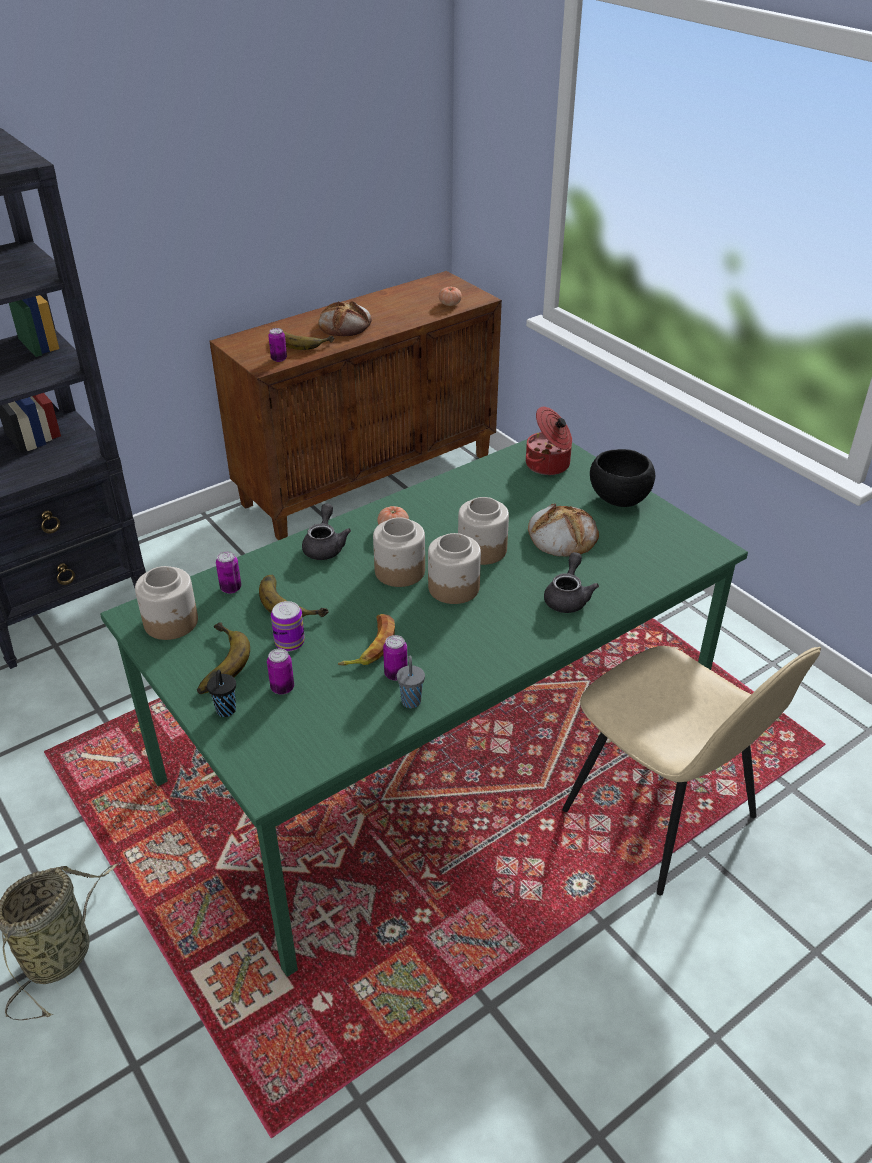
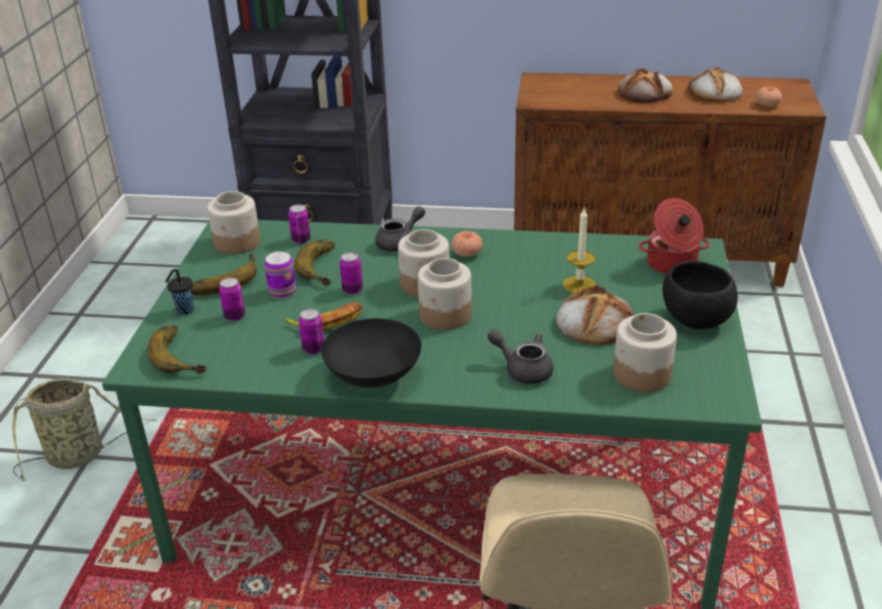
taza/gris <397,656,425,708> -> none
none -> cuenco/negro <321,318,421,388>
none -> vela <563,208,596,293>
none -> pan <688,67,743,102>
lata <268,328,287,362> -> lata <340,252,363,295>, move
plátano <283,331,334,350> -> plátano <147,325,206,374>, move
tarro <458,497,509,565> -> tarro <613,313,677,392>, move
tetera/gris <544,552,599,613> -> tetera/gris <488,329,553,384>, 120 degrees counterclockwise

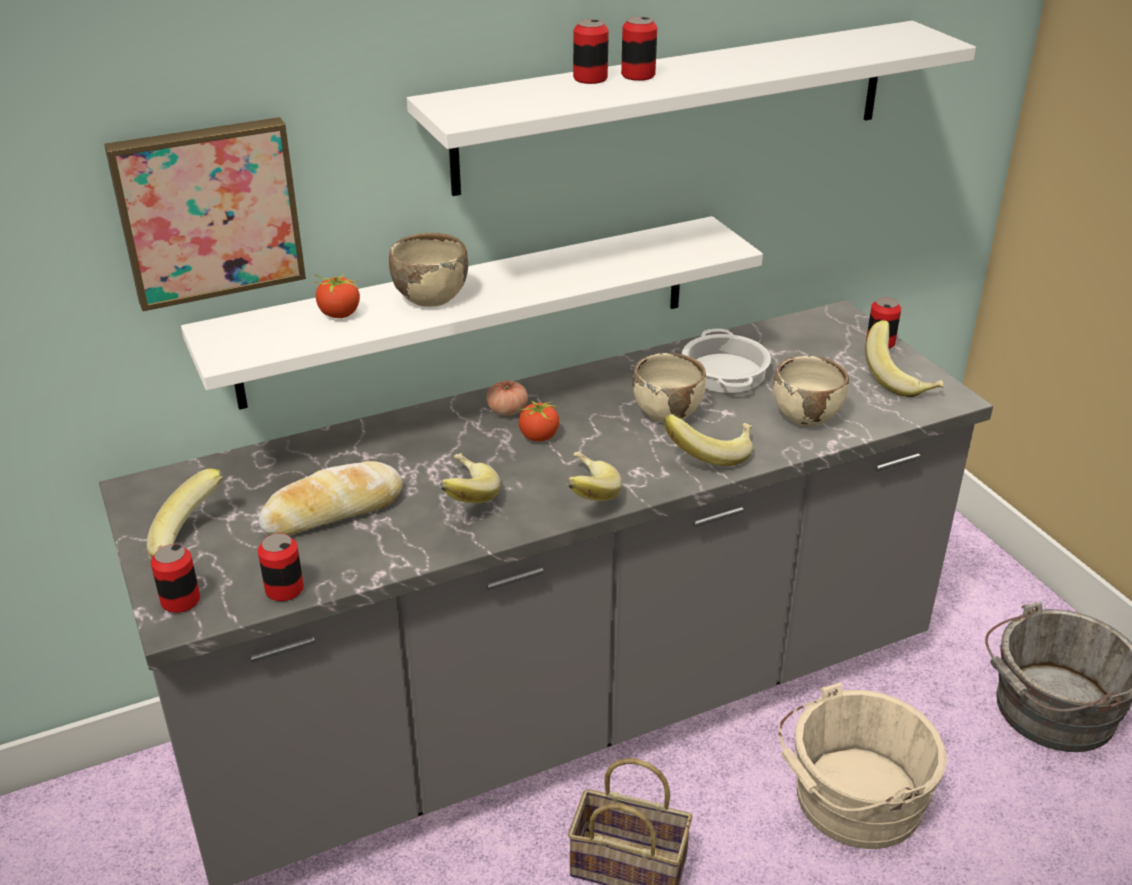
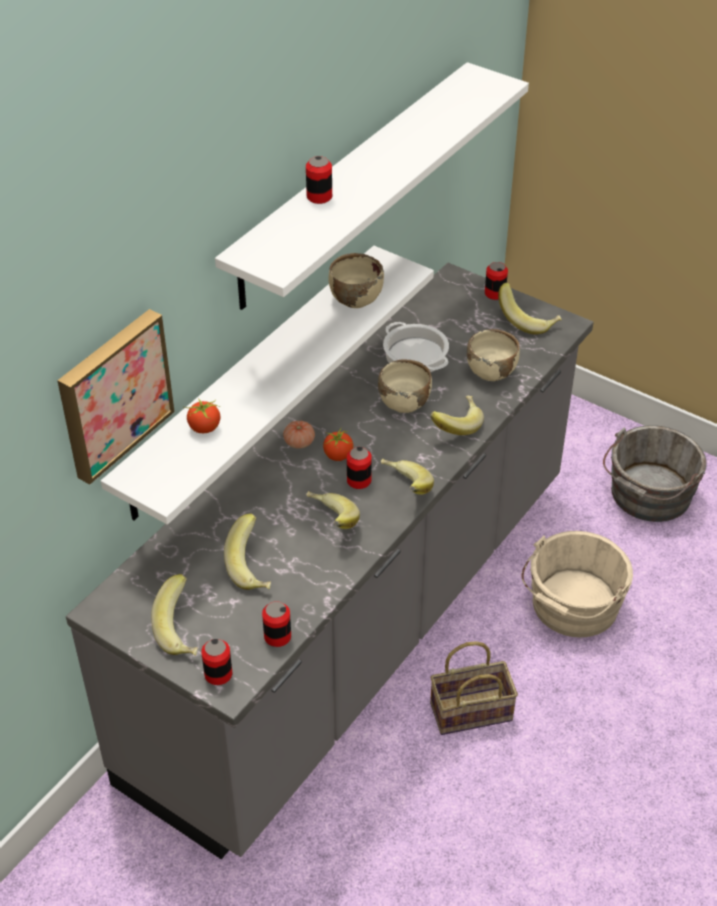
cuenco/beis <389,233,468,307> -> cuenco/beis <328,253,384,308>, move
lata <621,17,657,81> -> lata <347,447,372,489>, move
pan <259,461,403,535> -> plátano <224,513,271,590>

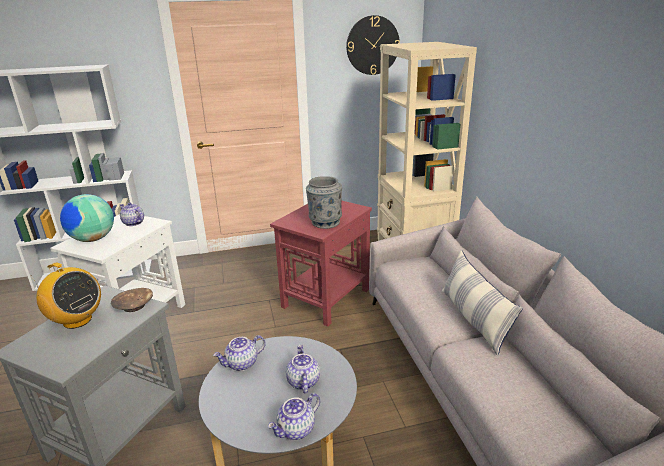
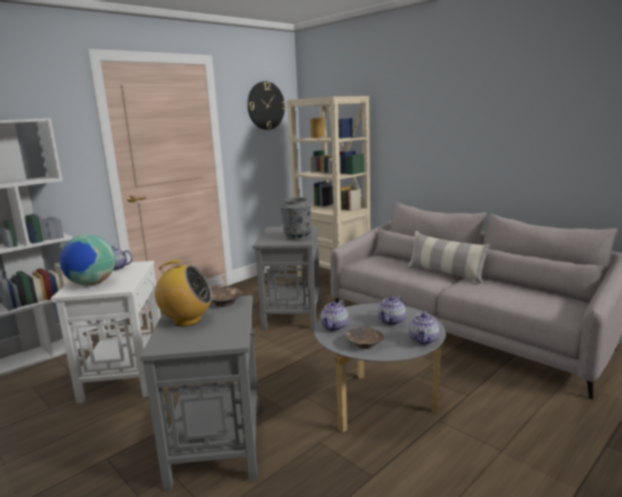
none -> cuenco/marrón <346,327,384,349>
mesa auxiliar/rojo <270,200,372,327> -> mesa auxiliar/gris <252,226,321,330>
tetera <286,345,320,394> -> tetera <378,295,406,325>, 105 degrees counterclockwise

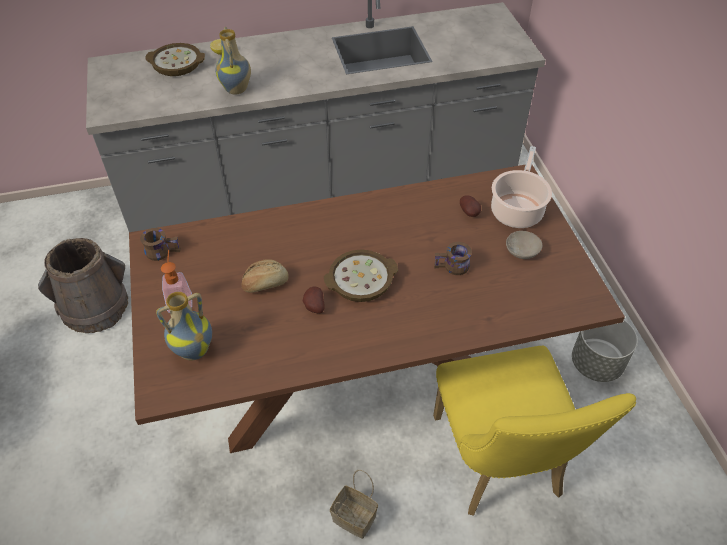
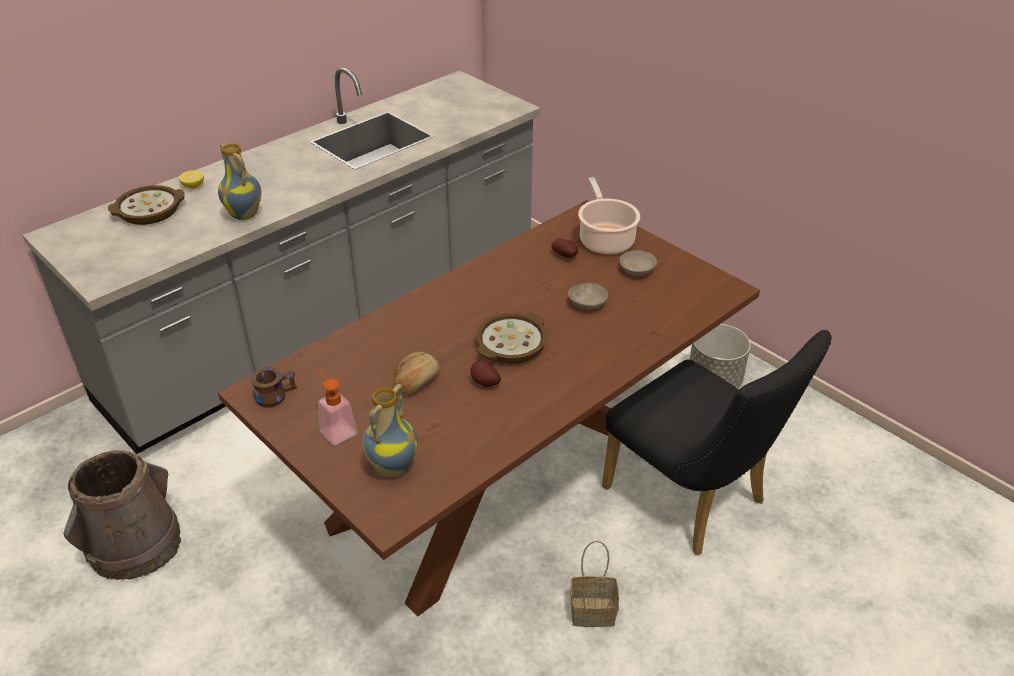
taza grande/marrón <434,242,472,275> -> cuenco/beis <568,283,608,309>
silla/amarillo <433,346,636,516> -> silla/negro <602,330,832,555>

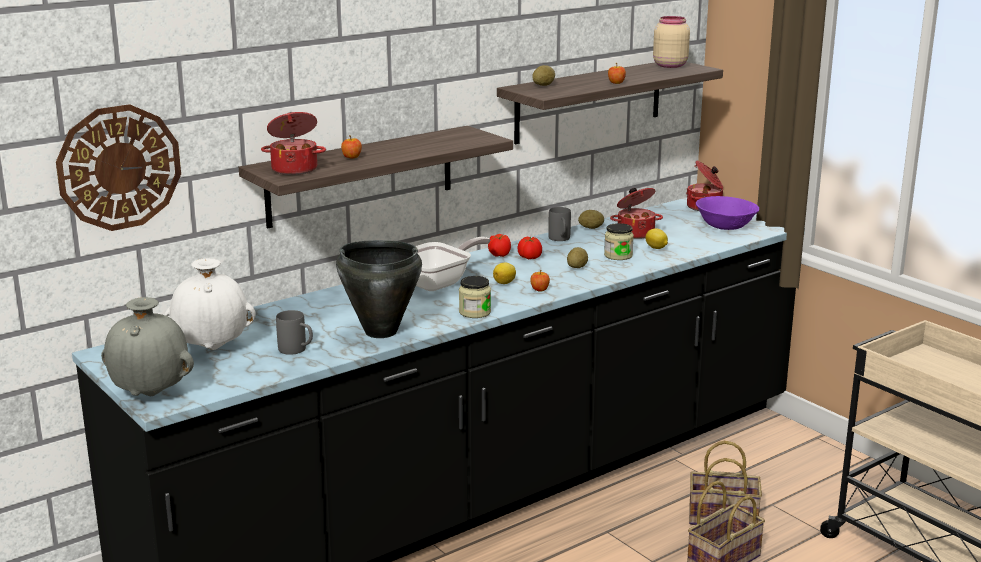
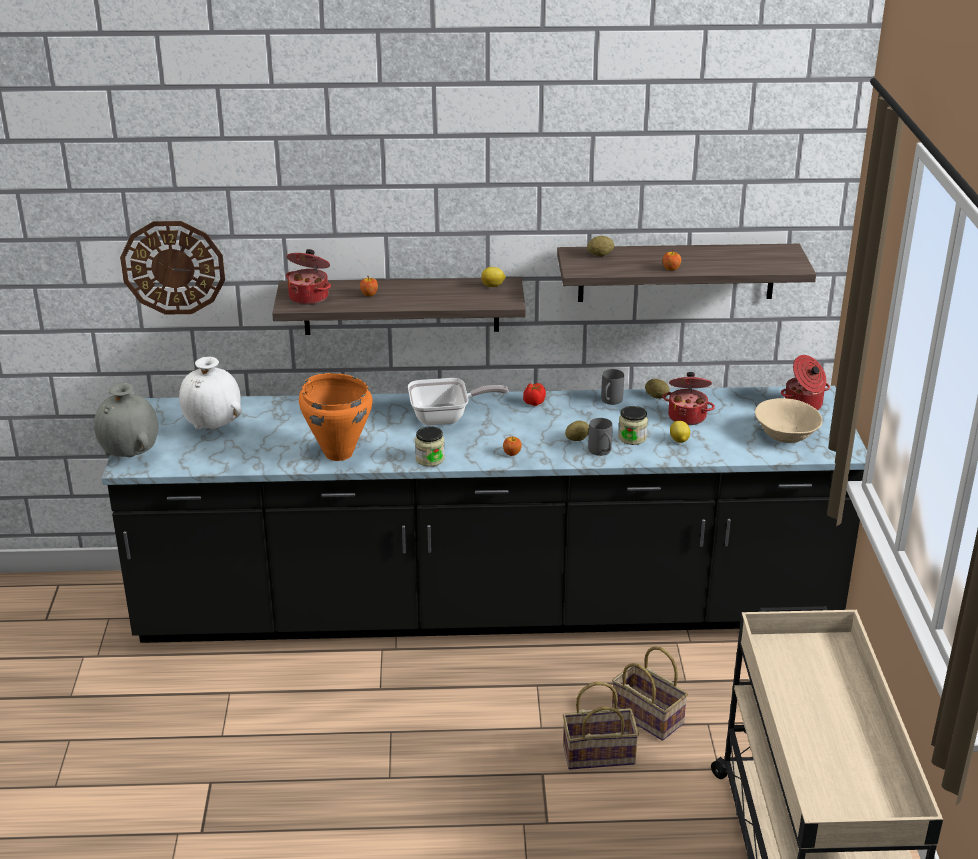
tomate <518,237,542,259> -> none
tarro/beis <653,16,690,68> -> none
taza grande/gris <276,310,313,355> -> taza grande/gris <588,418,613,456>, move
limón <493,263,516,284> -> limón <481,267,506,287>, move
olla/negro <336,240,422,338> -> olla/naranja <299,373,373,461>
cuenco/morado <696,196,759,230> -> cuenco/beis <755,398,822,443>

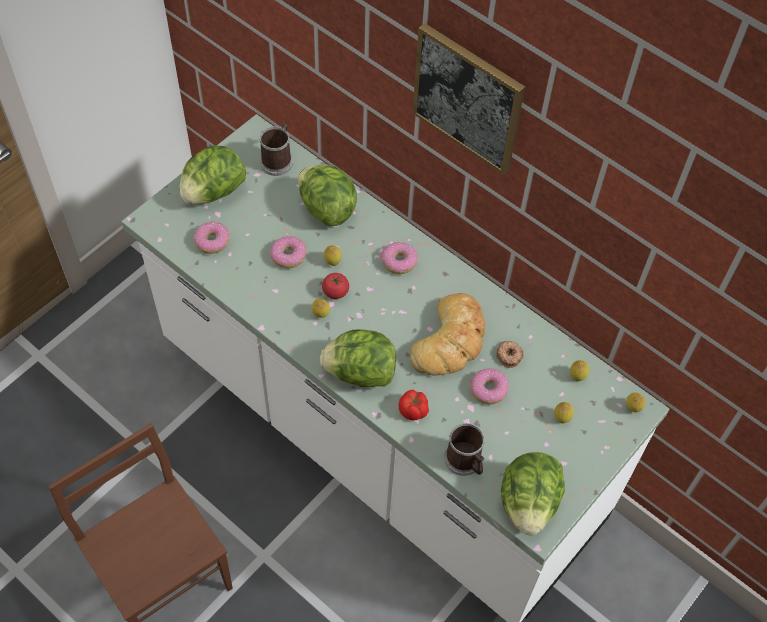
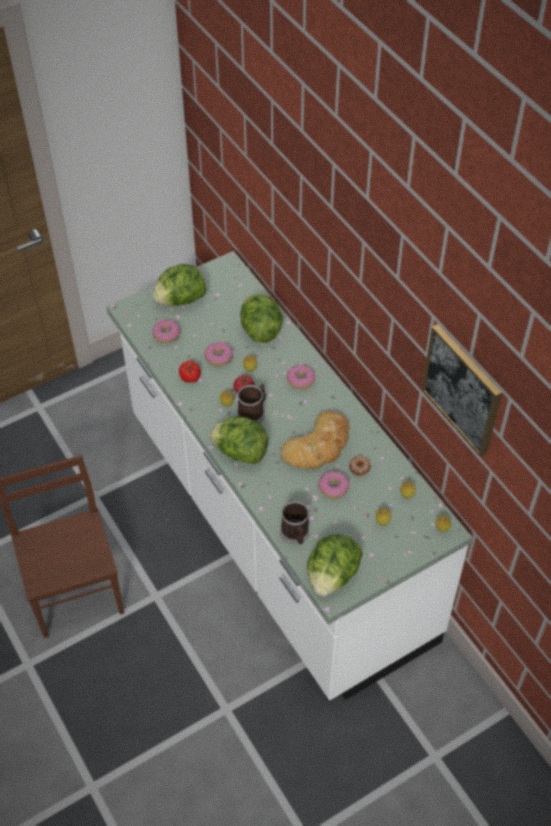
taza grande <260,123,293,176> -> taza grande <237,384,266,423>, move
tomate <398,390,429,420> -> tomate <179,360,201,383>, move
cuadro <412,23,525,175> -> cuadro <422,324,502,457>, move

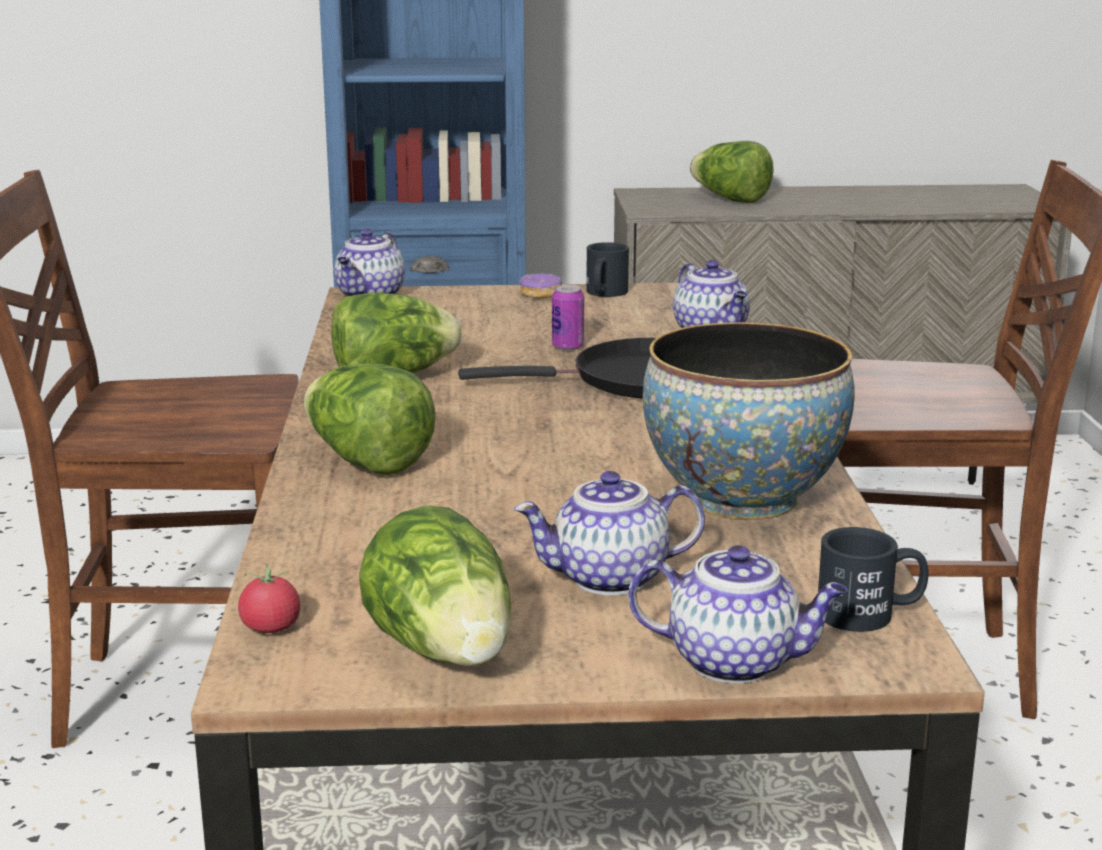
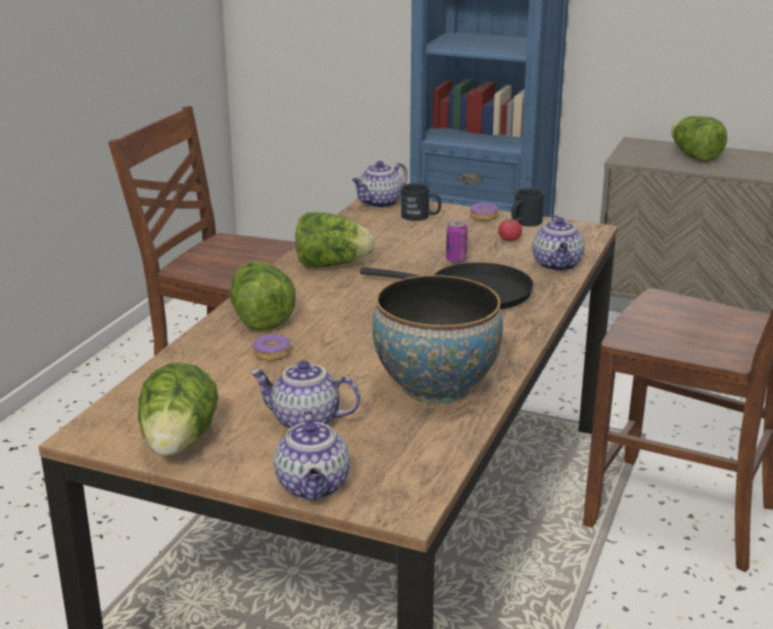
none -> rosquilla <253,334,290,361>
tomate <238,564,300,633> -> tomate <498,214,522,241>, move
taza grande/negro <818,527,928,632> -> taza grande/negro <401,183,441,221>, move
tetera <628,545,848,683> -> tetera <274,411,350,500>, 45 degrees clockwise

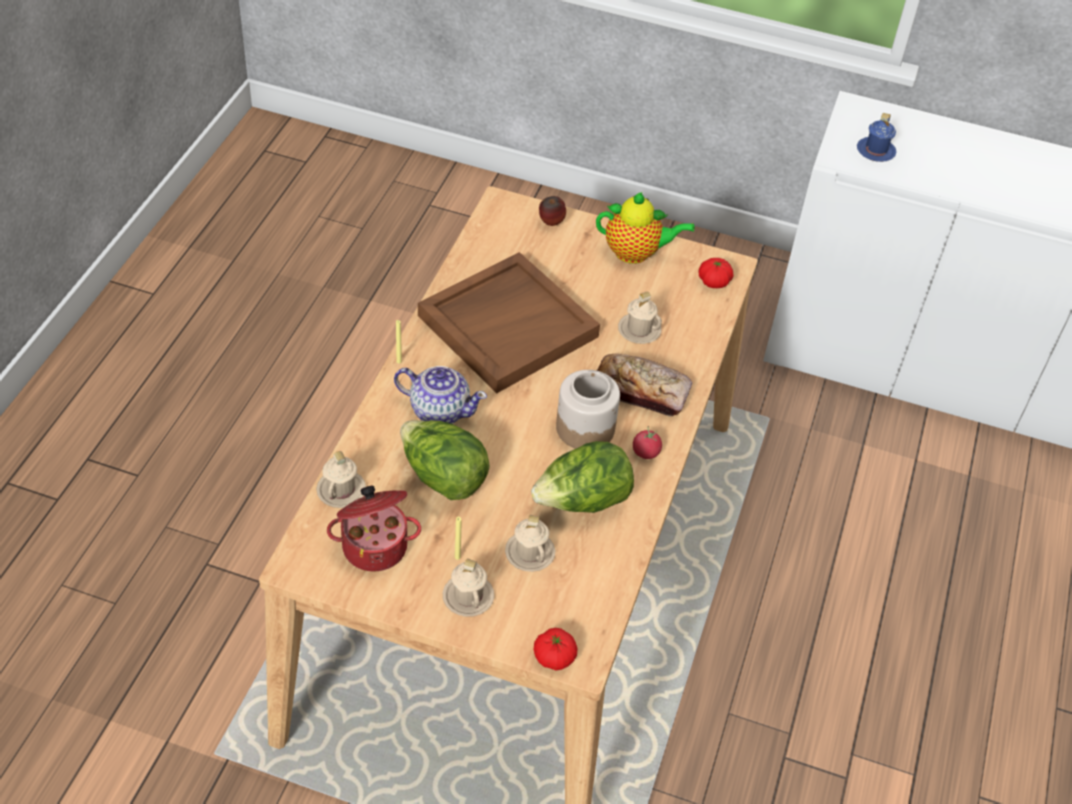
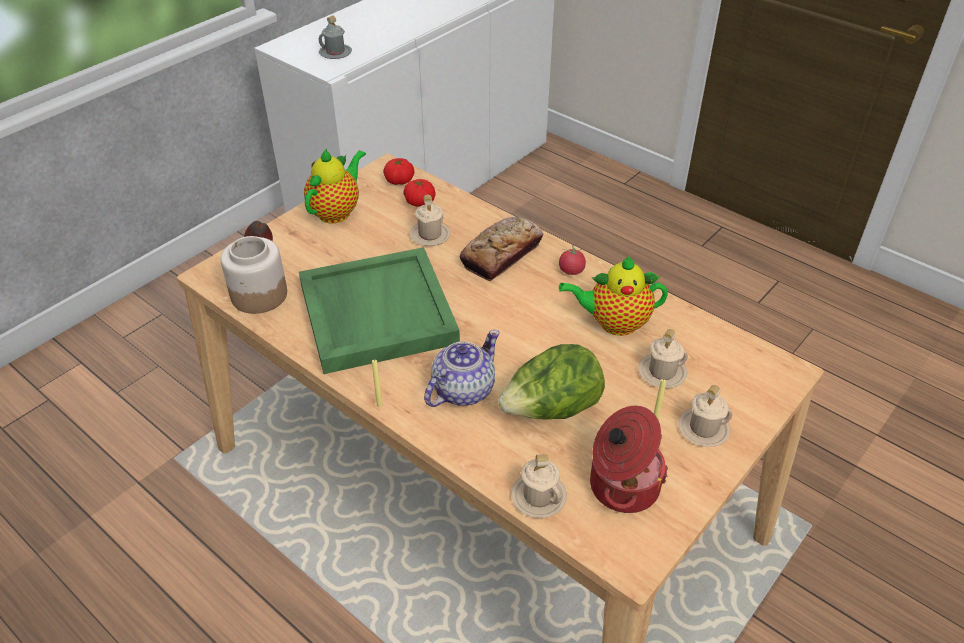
tomate <534,628,577,671> -> tomate <403,179,436,207>, move
tarro <556,370,620,449> -> tarro <220,236,287,314>, move
lechuga <531,441,634,513> -> tetera <559,255,668,336>
bandeja/marrón <418,252,600,393> -> bandeja/verde <299,247,460,374>
taza grande/azul <857,113,897,162> -> taza grande/gris <319,15,352,59>

